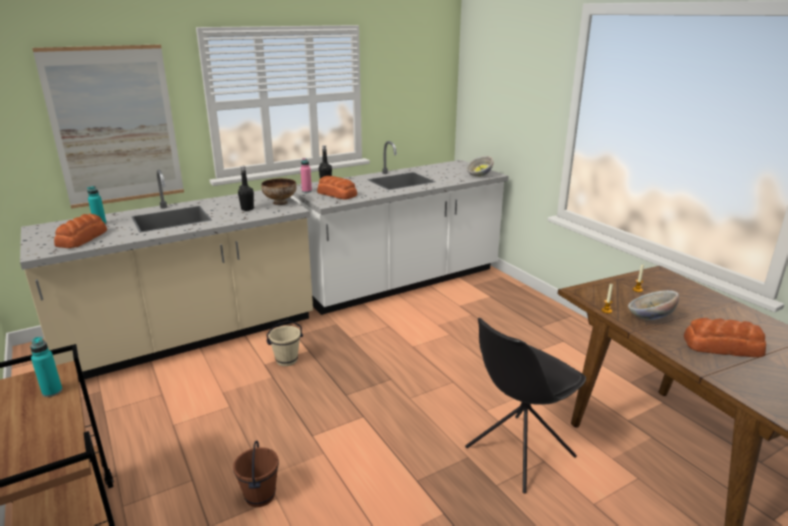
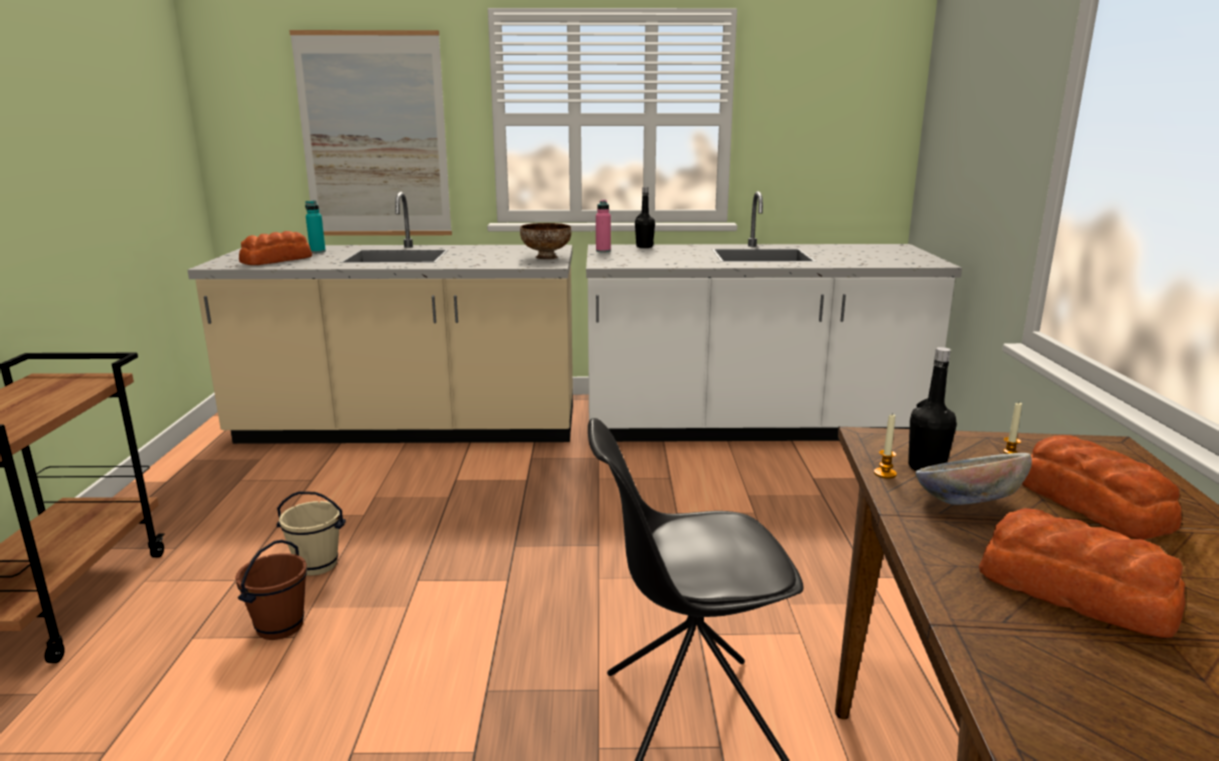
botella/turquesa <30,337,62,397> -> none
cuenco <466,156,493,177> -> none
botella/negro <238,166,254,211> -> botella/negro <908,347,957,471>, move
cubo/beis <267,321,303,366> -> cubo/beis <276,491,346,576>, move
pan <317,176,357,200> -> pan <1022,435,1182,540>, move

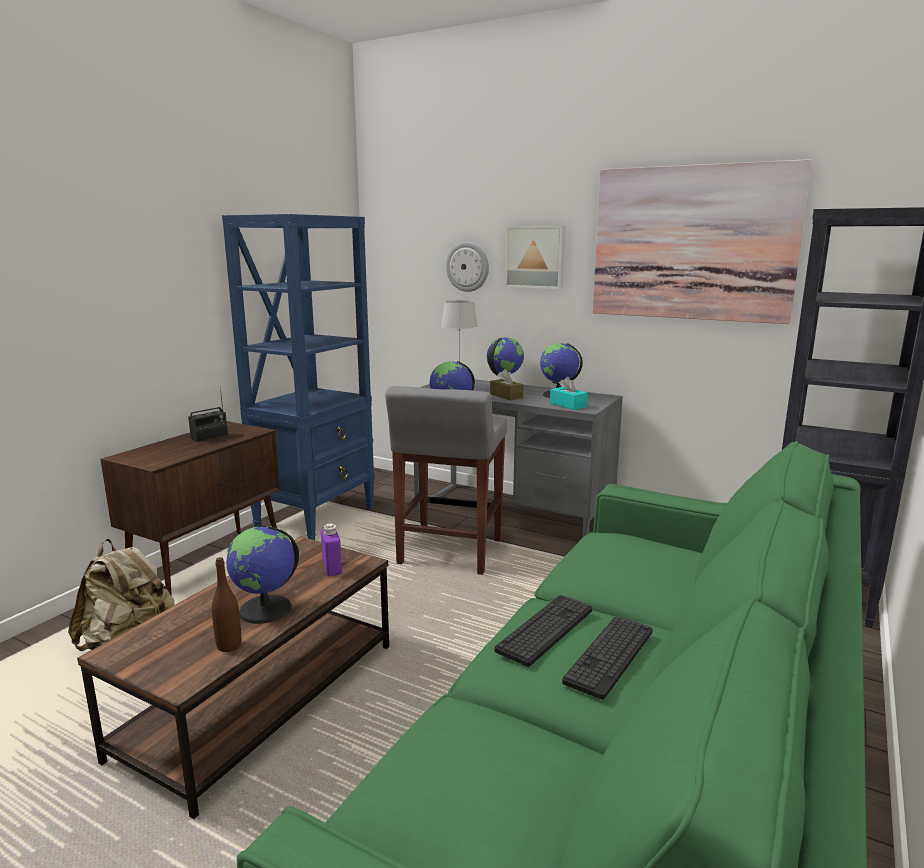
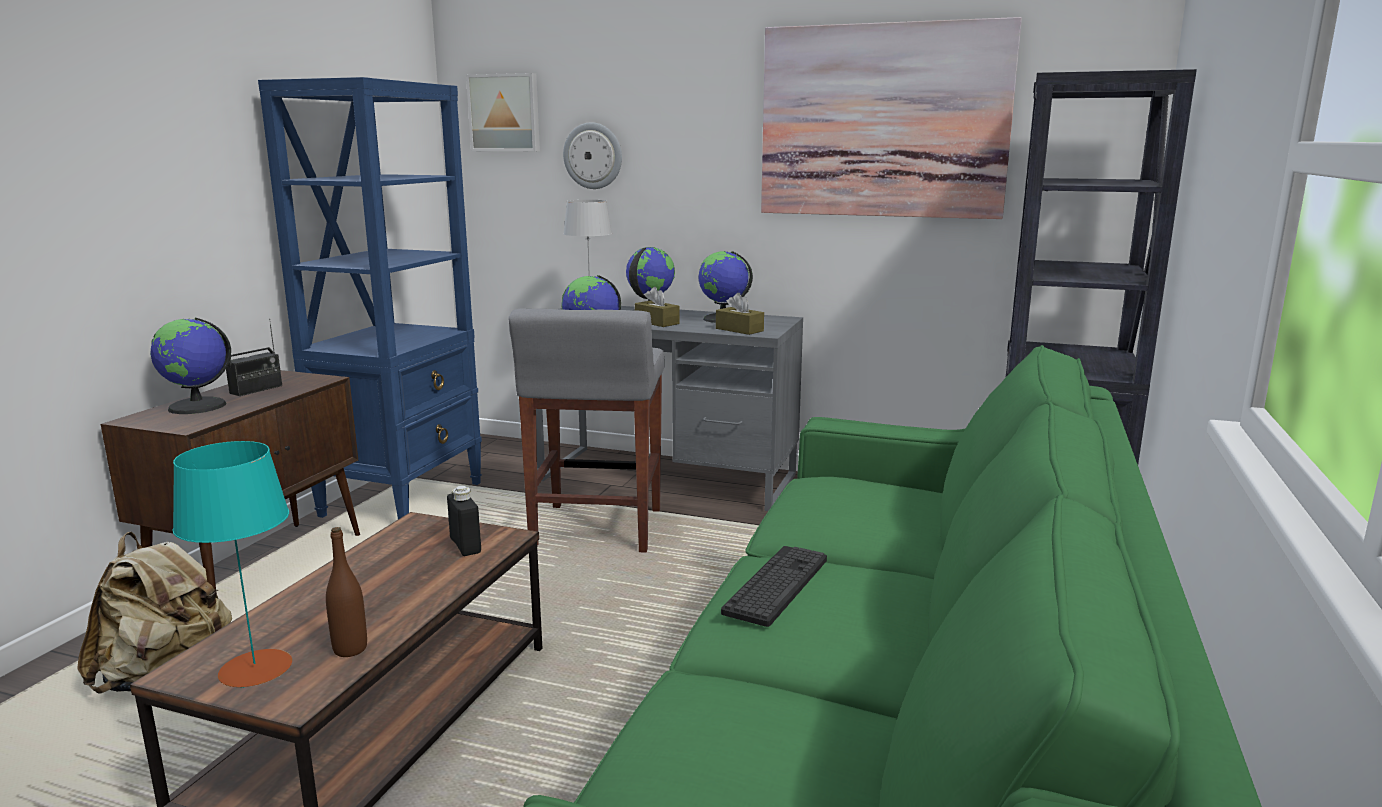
teclado <562,616,653,700> -> none
none -> lámpara de mesa/turquesa <173,441,292,688>
globo terráqueo <226,526,299,624> -> globo terráqueo <150,318,231,414>, move
cuadro <505,226,565,289> -> cuadro <466,73,540,151>, move
botella/morado <321,523,342,576> -> botella/negro <447,486,481,556>
caja de pañuelos/turquesa <550,377,588,410> -> caja de pañuelos/marrón <716,293,764,335>

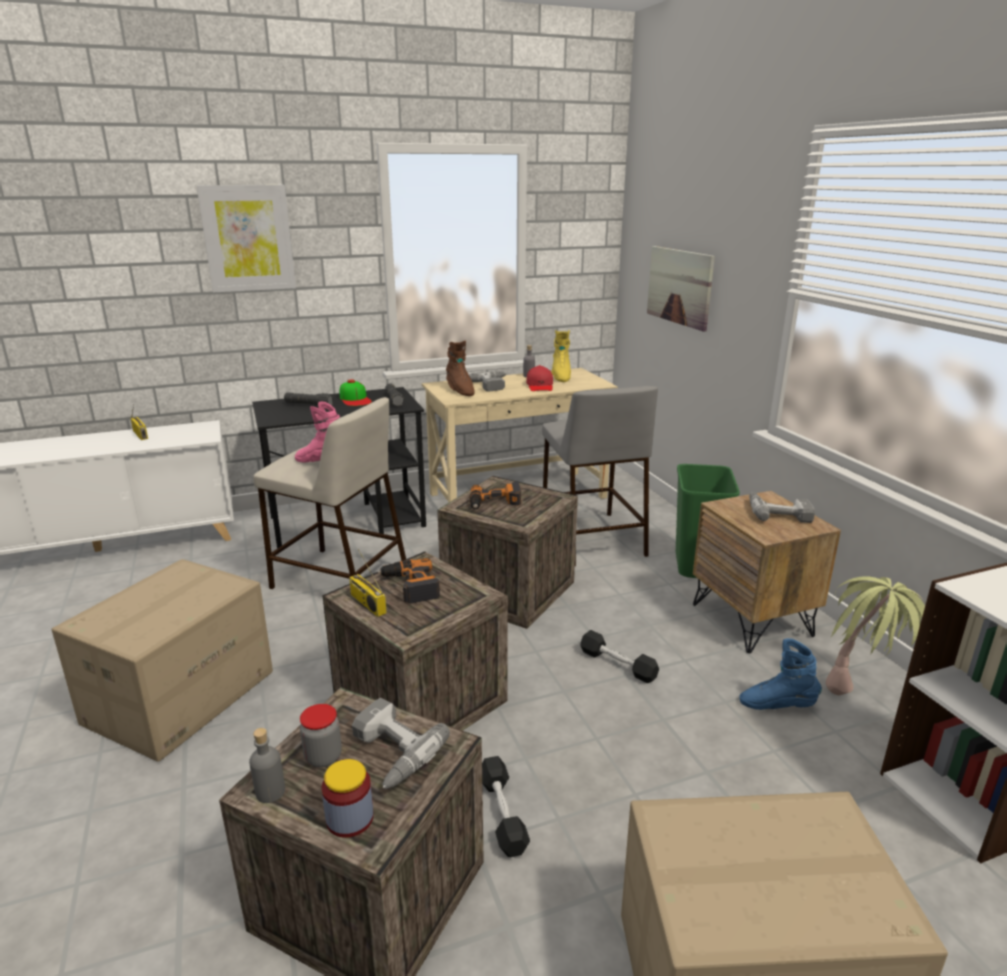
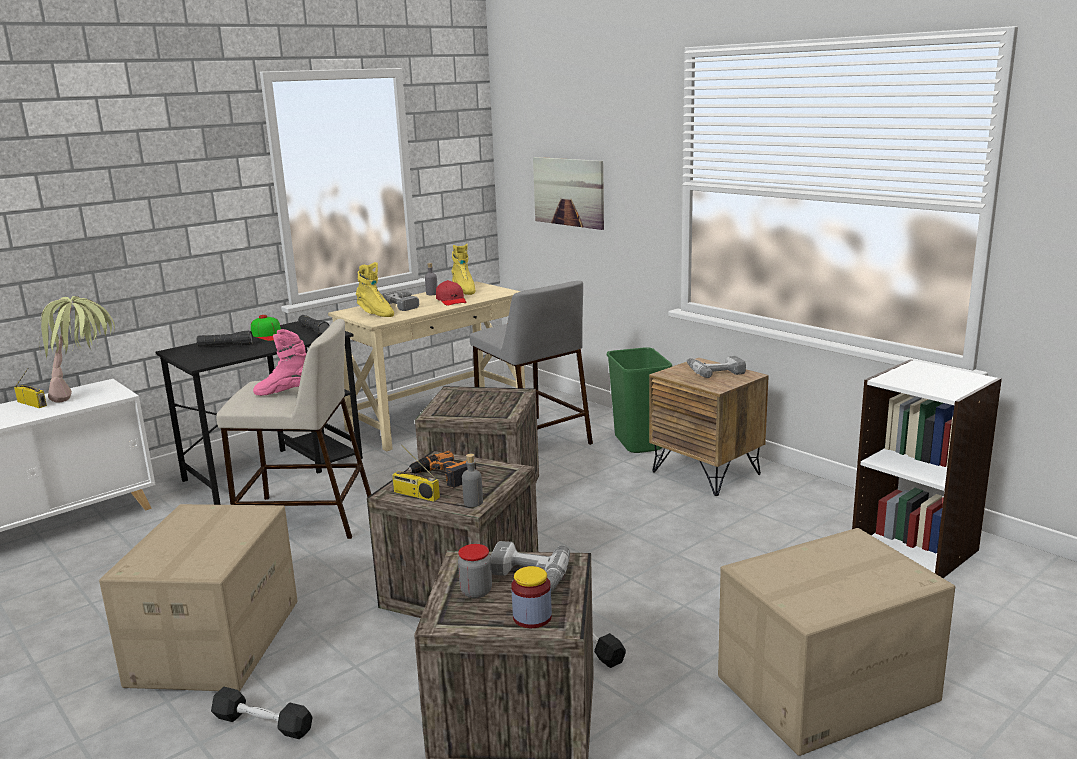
cuadro <197,185,296,293> -> none
taladro <470,482,521,509> -> none
bota/azul <739,638,822,710> -> none
botella/gris <249,728,285,803> -> botella/gris <462,454,483,507>, move
mancuerna/negro <580,630,659,683> -> mancuerna/negro <211,687,313,739>, move
planta en maceta <826,576,925,695> -> planta en maceta <39,296,115,402>, move
bota/marrón <446,340,475,396> -> bota/amarillo <356,262,394,317>

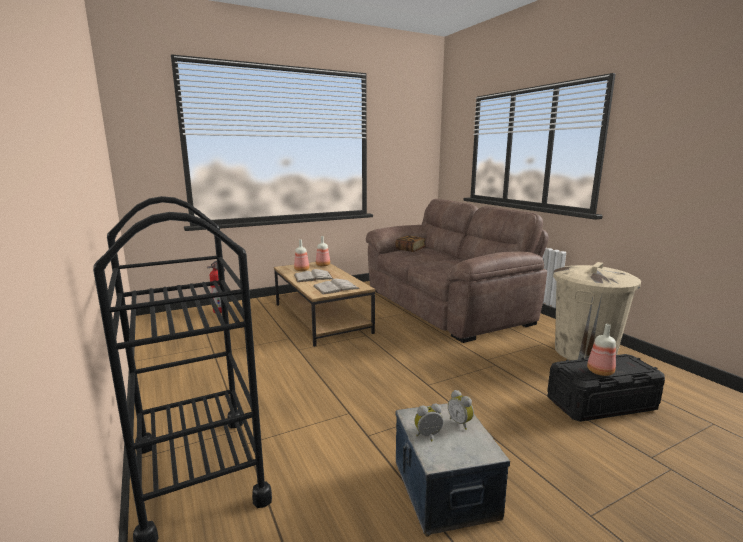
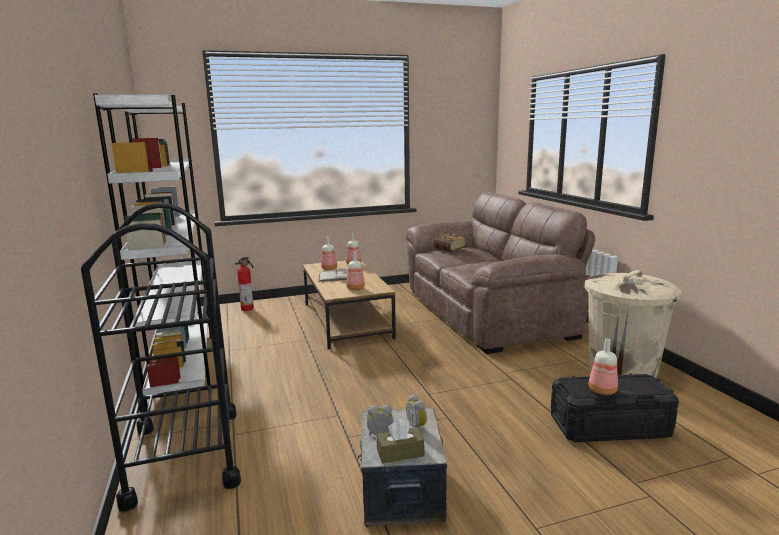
none -> estantería/blanco <93,93,211,411>
none -> caja de pañuelos/marrón <376,419,424,464>
libro/blanco <314,279,360,295> -> botella <346,252,365,290>

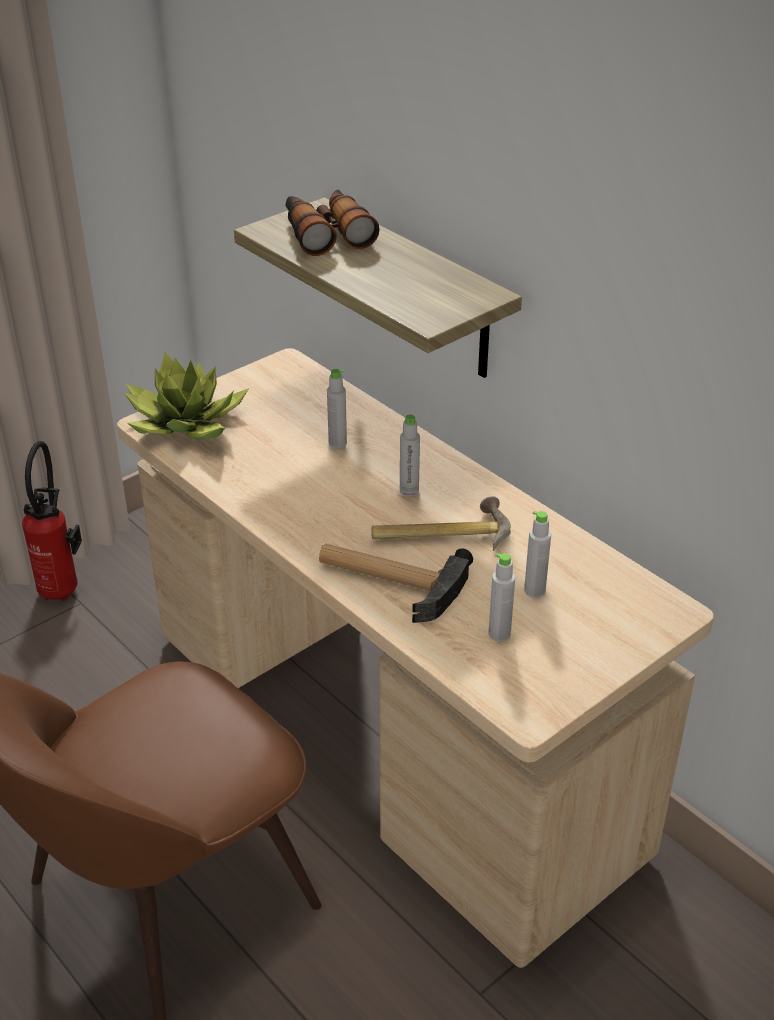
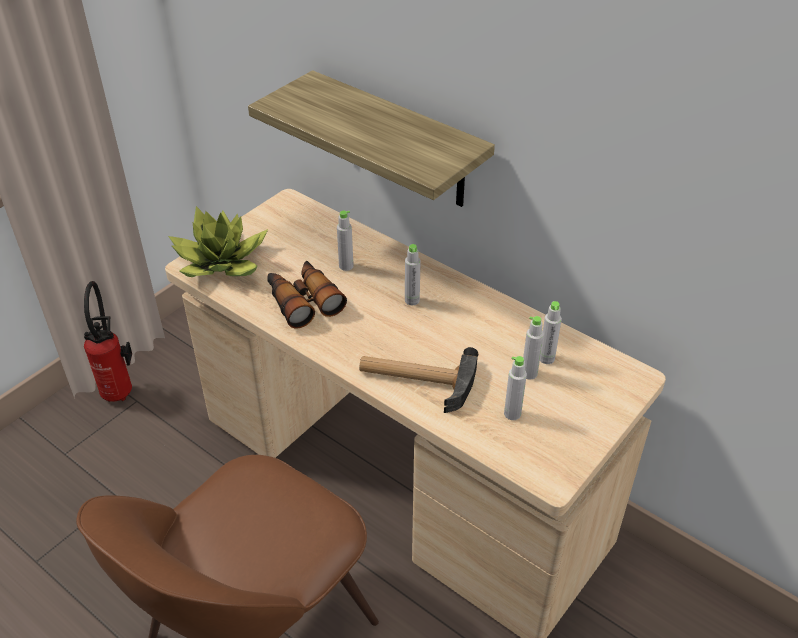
martillo <371,496,511,551> -> none
none -> botella/gris <540,301,562,364>
prismáticos <286,190,380,256> -> prismáticos <267,261,347,328>, move

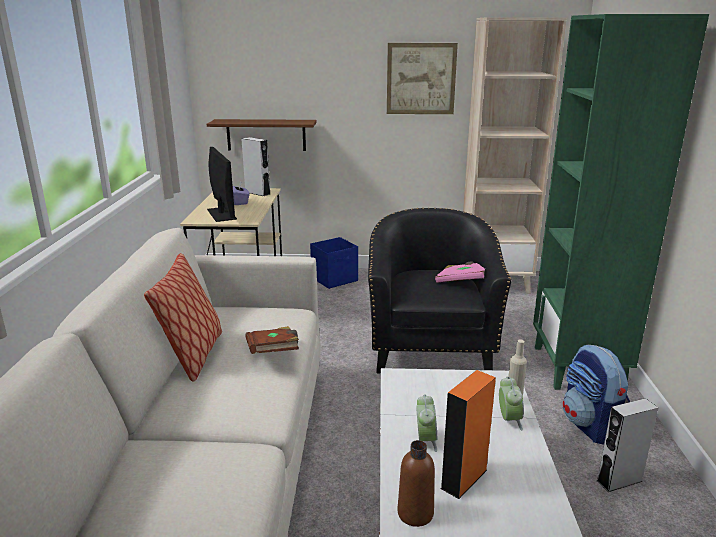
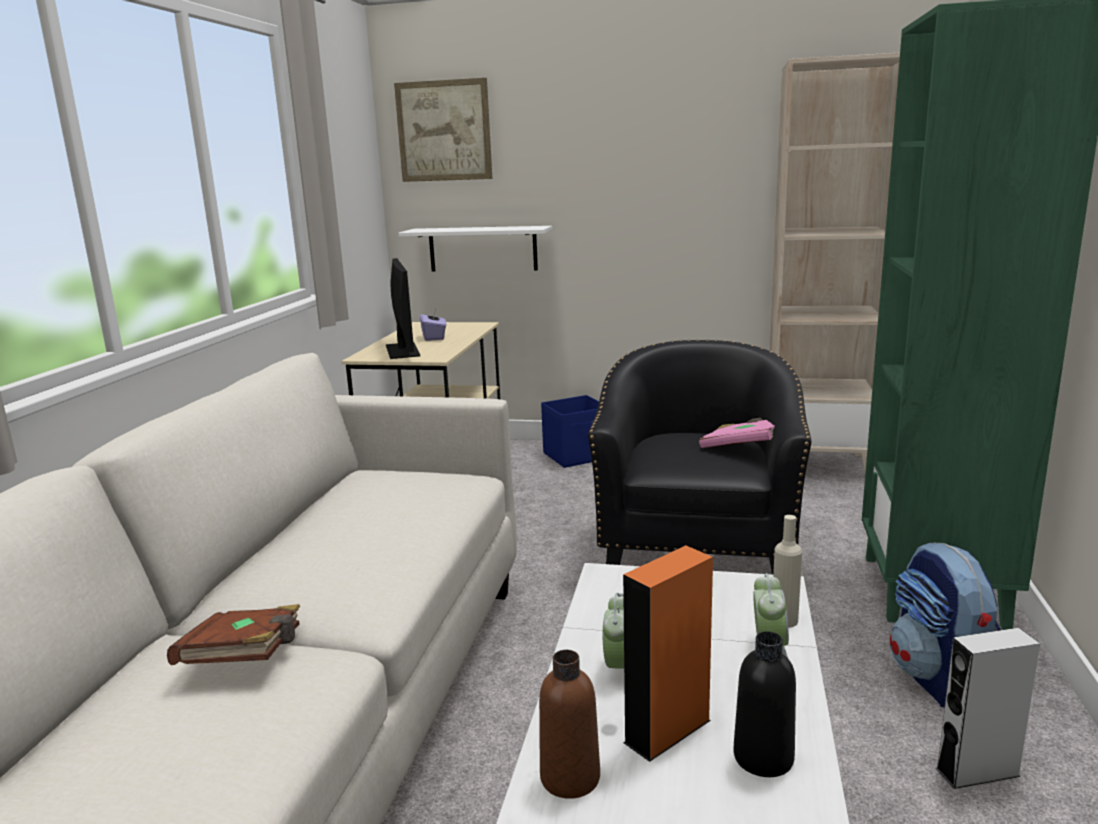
cojín <144,253,222,382> -> none
altavoz/gris <242,137,270,196> -> none
none -> botella/negro <733,631,796,777>
libro/marrón <245,326,299,354> -> libro/marrón <167,604,300,665>, move
cuadro <387,43,458,114> -> cuadro <394,78,492,182>, move
estante/marrón <207,119,317,151> -> estante/blanco <398,226,552,272>

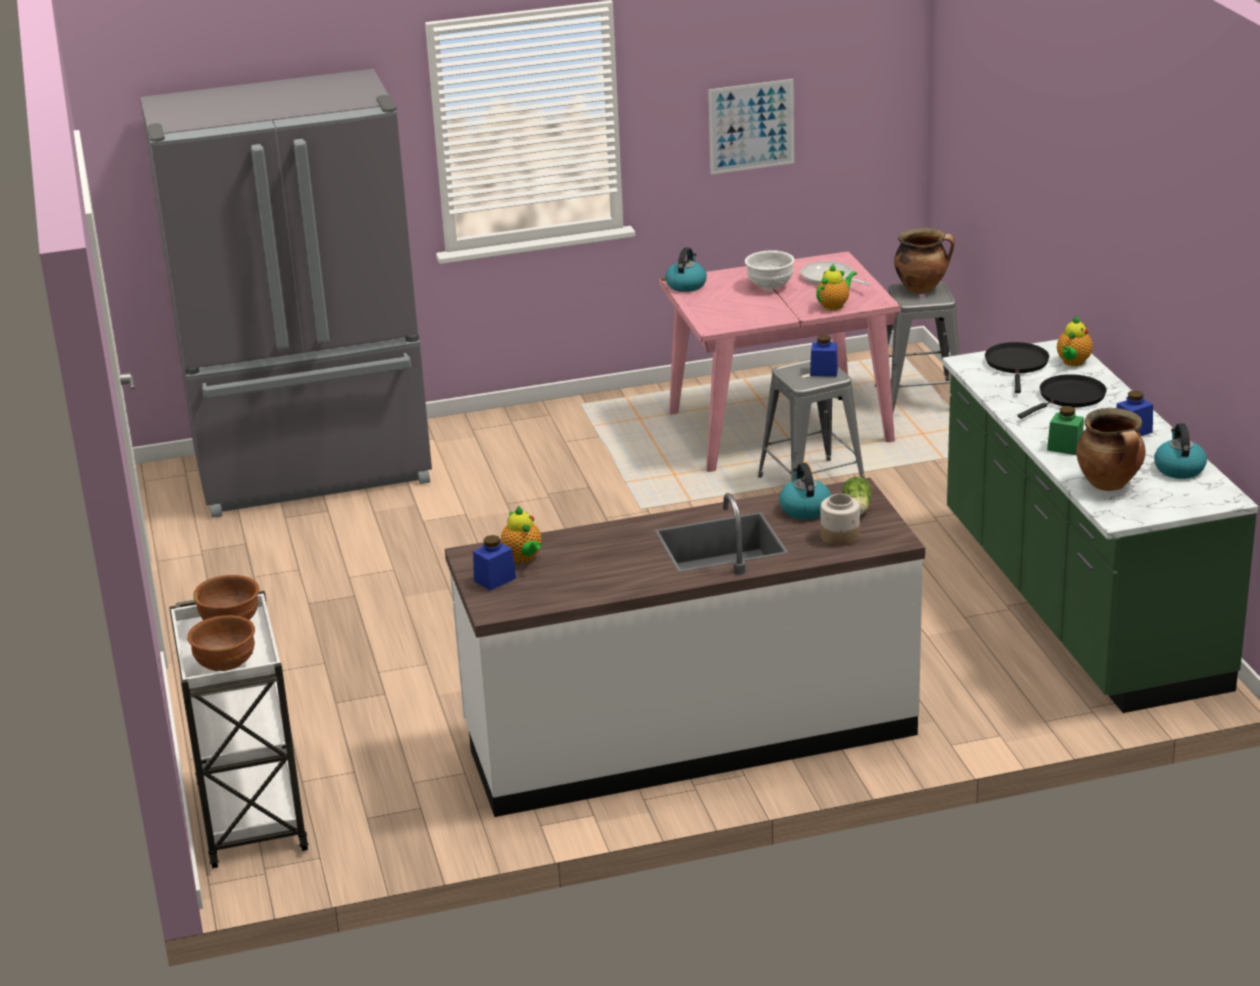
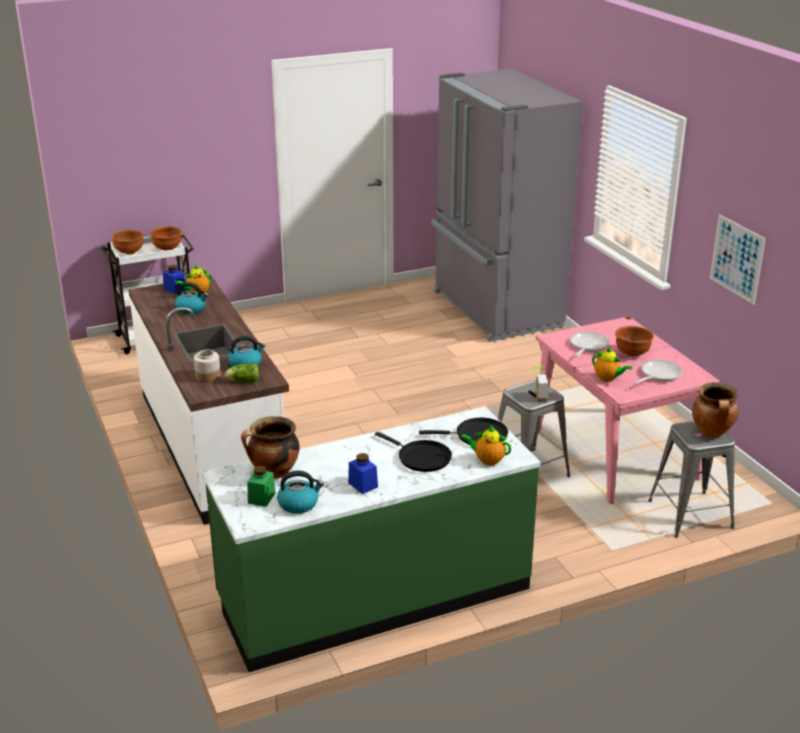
none -> sartén <570,331,609,357>
hervidor <665,247,707,292> -> hervidor <175,282,209,314>, move
tarro/verde <1047,406,1084,455> -> tarro/verde <247,466,276,507>, move
tarro/azul <810,335,838,377> -> planta en maceta <531,365,548,402>
cuenco/blanco <745,250,795,290> -> cuenco/marrón <615,326,654,356>

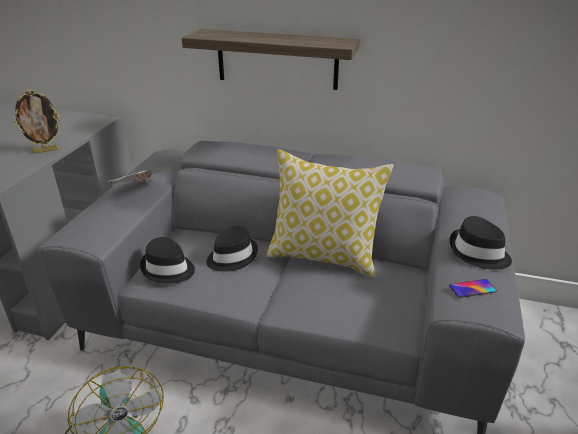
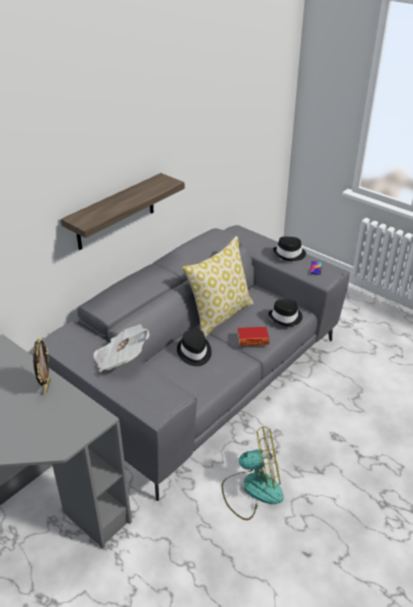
none -> libro <238,327,269,346>
sombrero/negro <140,237,195,284> -> sombrero/negro <268,299,303,326>, move

